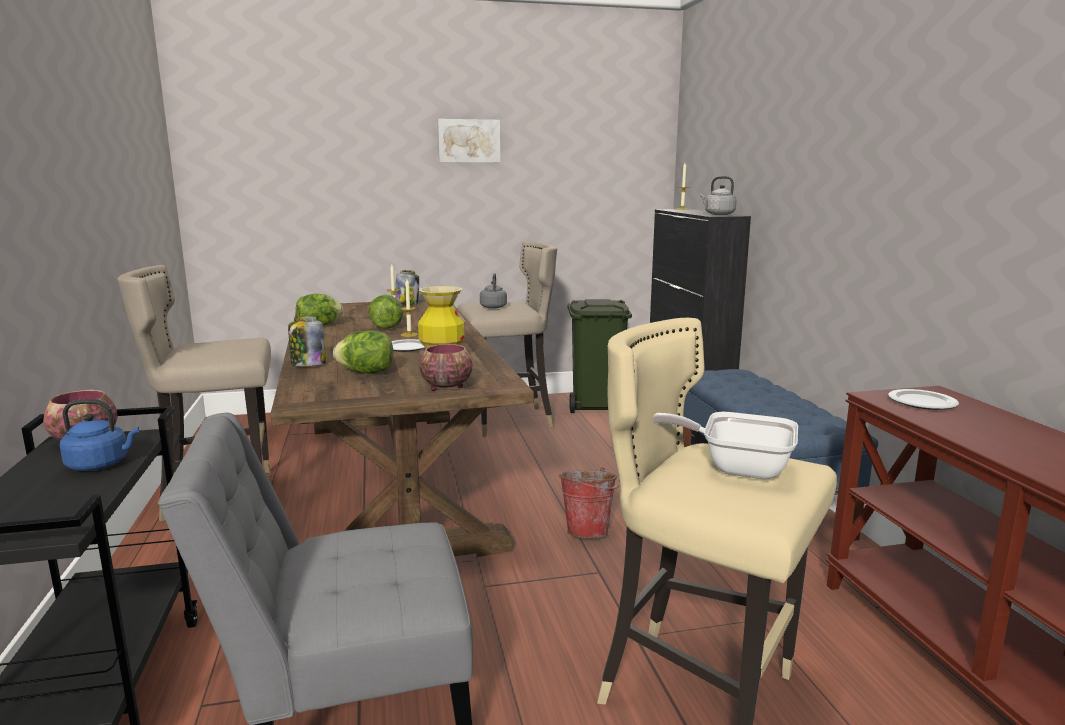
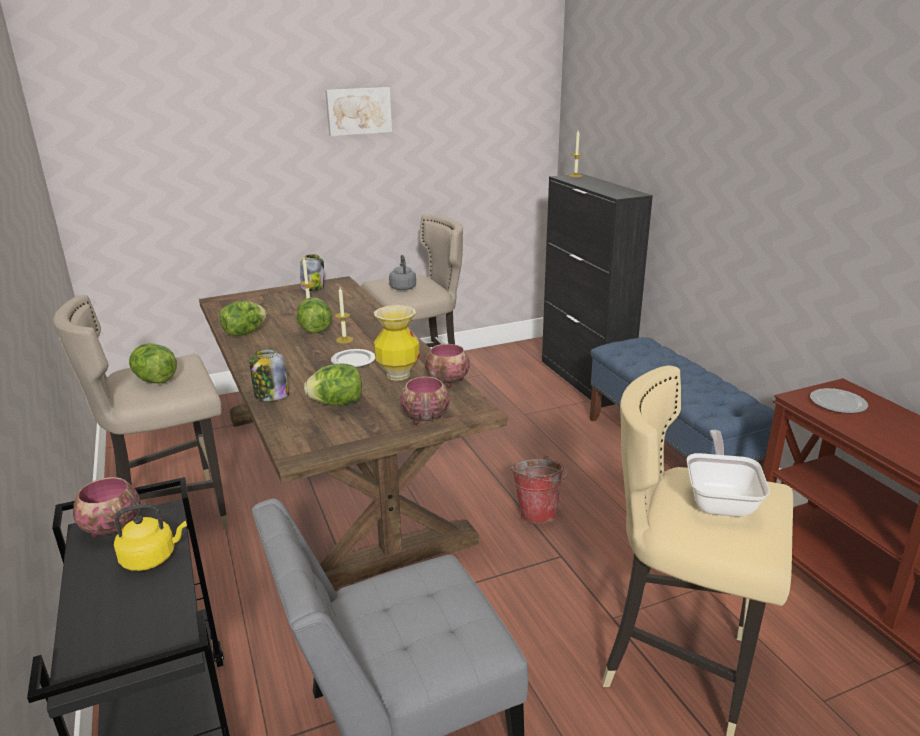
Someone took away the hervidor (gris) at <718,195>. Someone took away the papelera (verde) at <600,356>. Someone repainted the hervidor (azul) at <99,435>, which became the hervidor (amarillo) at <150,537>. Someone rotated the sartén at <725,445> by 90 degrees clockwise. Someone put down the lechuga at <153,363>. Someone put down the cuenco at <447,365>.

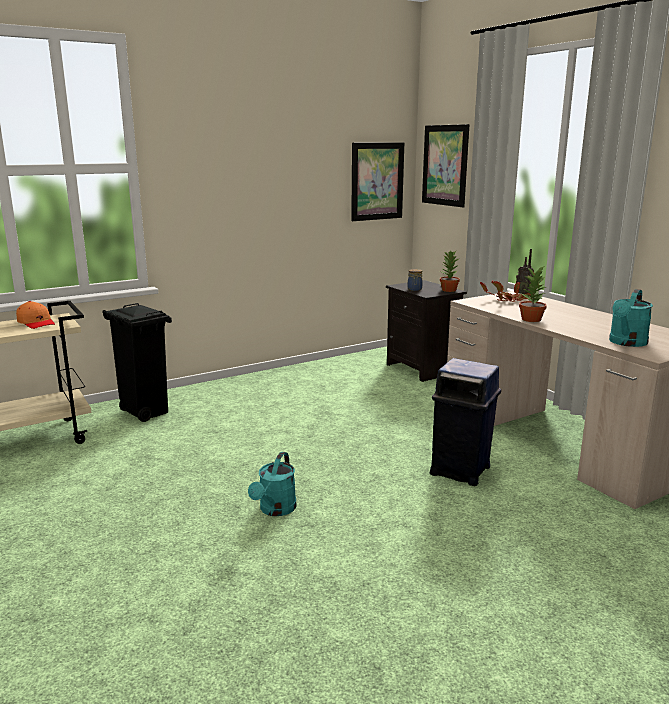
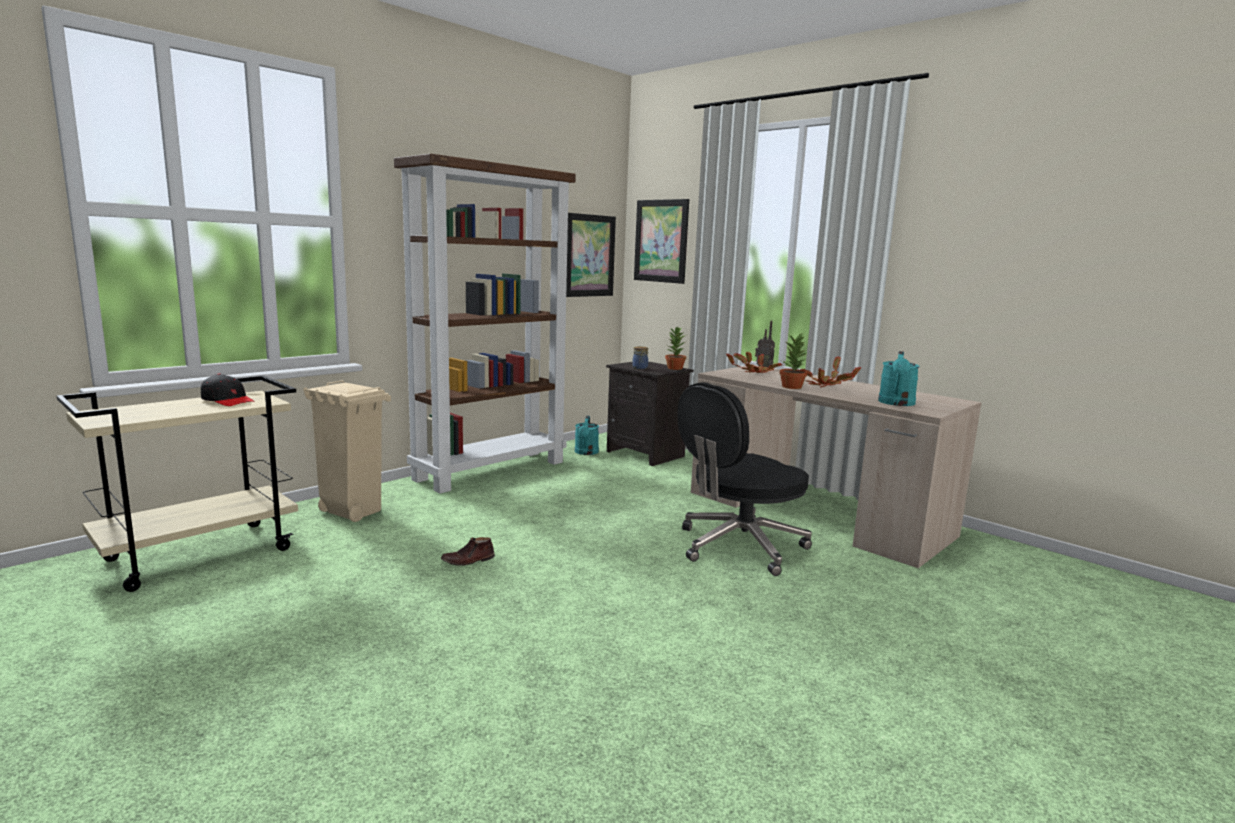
Someone repainted the gorra (naranja) at <35,315>, which became the gorra (negro) at <228,390>. Someone repainted the papelera (negro) at <137,362>, which became the papelera (beis) at <347,451>. Someone swapped the papelera (azul) at <465,422> for the silla de oficina (negro) at <745,479>. Someone carried the regadera (turquesa) from <272,484> to <587,435>. Someone put down the estantería (marrón) at <485,324>. Someone put down the planta en maceta at <830,372>. Someone put down the zapato (marrón) at <468,551>.

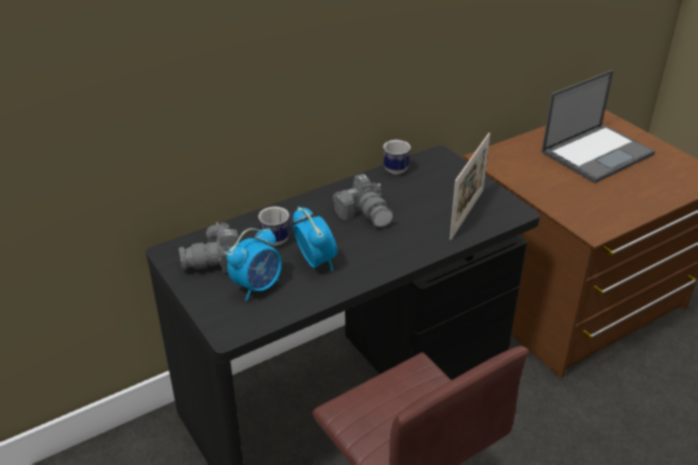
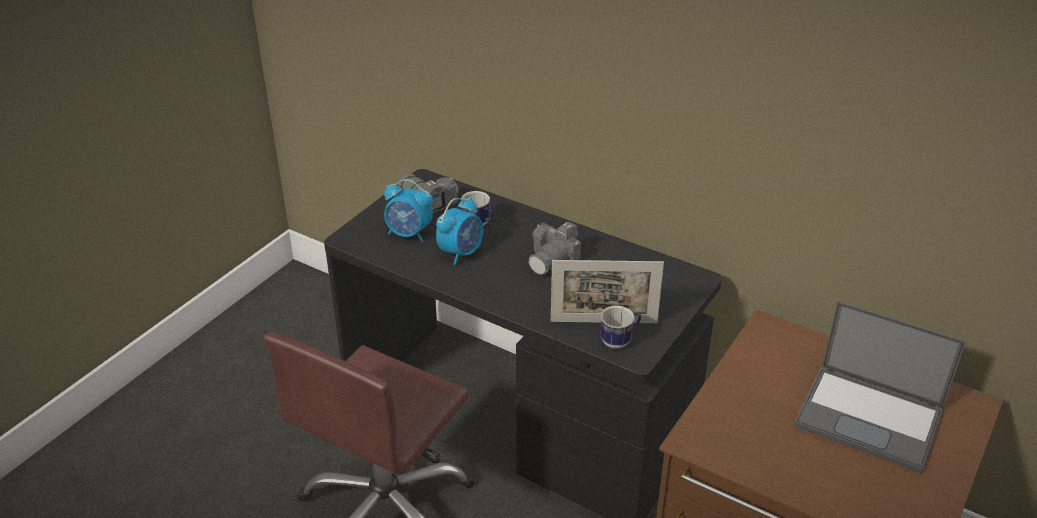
Someone carried the taza grande from <397,156> to <621,327>.

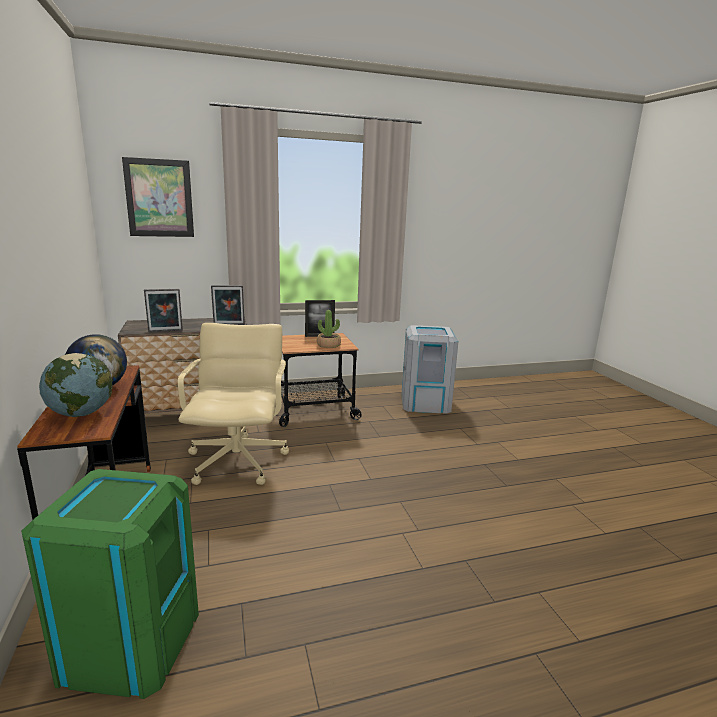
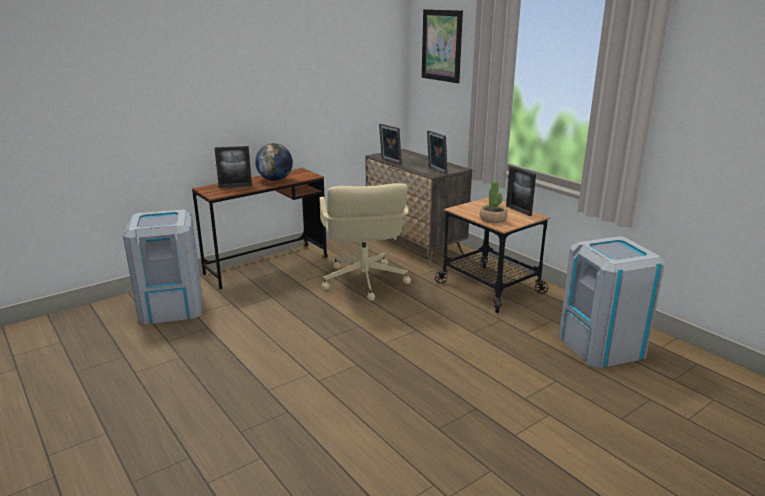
Someone rotated the silla de oficina (beis) at <233,404> by 105 degrees clockwise. Someone swapped the globo terráqueo at <76,385> for the portarretratos at <233,167>. Someone repainted the papelera (verde) at <110,584>, which became the papelera (gris) at <162,267>.

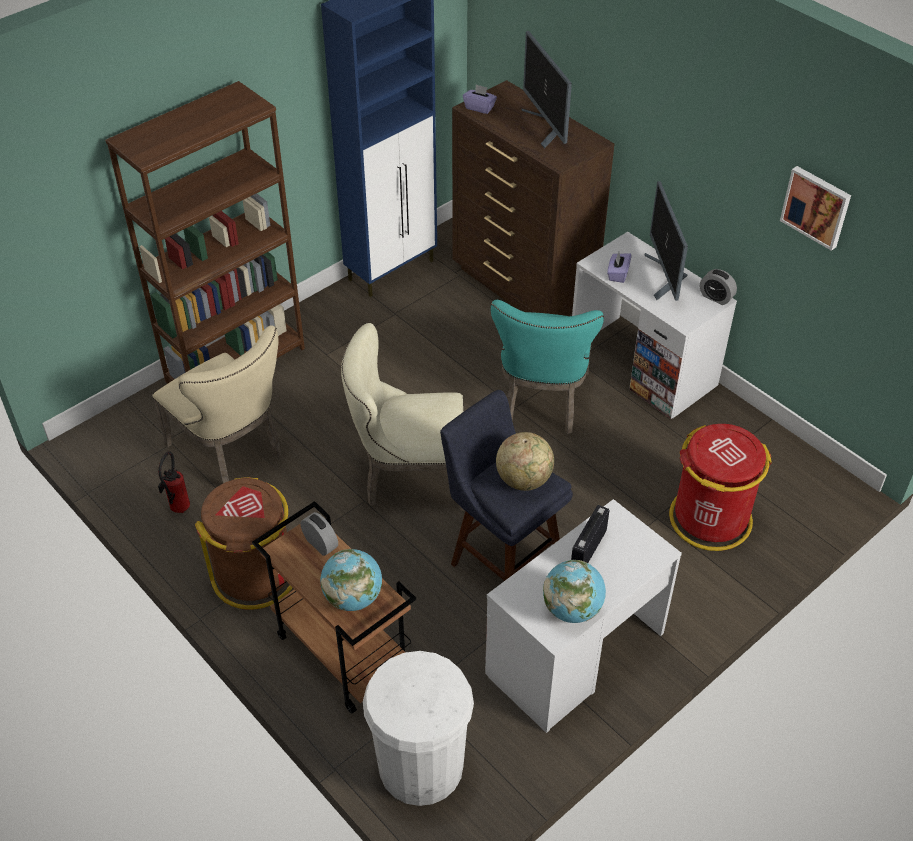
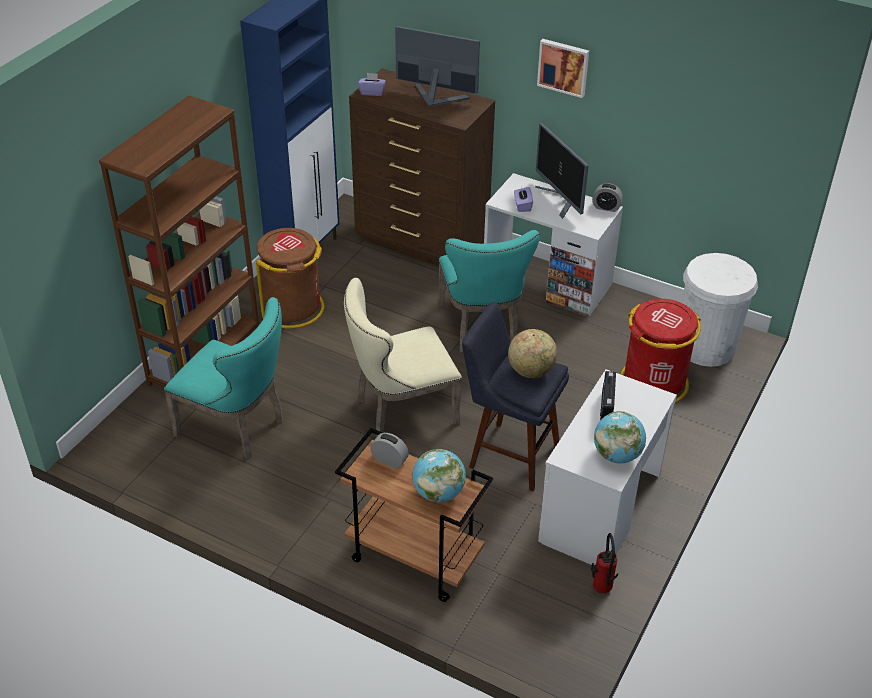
Someone rotated the monitor at <546,90> by 150 degrees clockwise. Someone carried the cuadro from <815,208> to <563,68>. Someone repainted the silla (beis) at <216,404>, which became the silla (turquesa) at <223,378>. Someone carried the extintor from <174,482> to <604,563>. Someone carried the papelera (marrón) from <244,543> to <290,278>. Someone carried the papelera (blanco) from <418,728> to <720,310>.

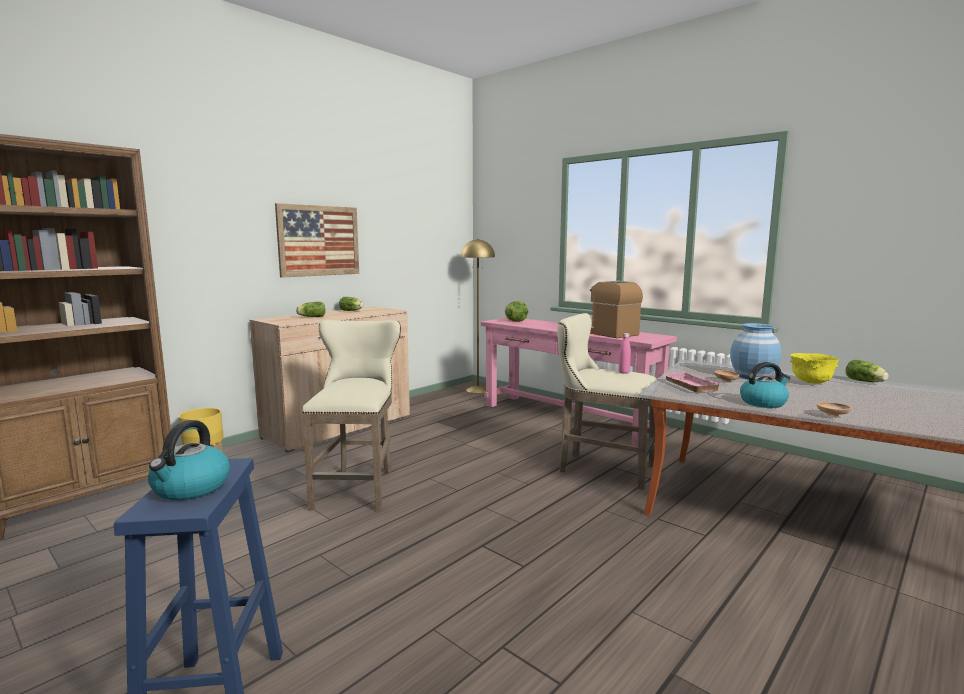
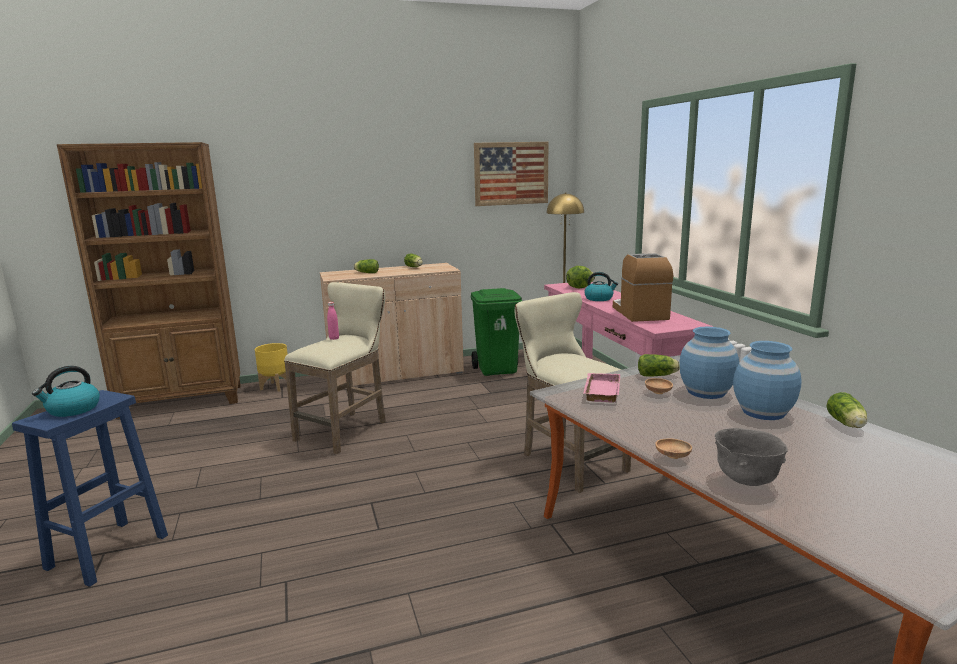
Someone carried the cuadro from <317,240> to <511,174>. Someone carried the botella (rosa) from <625,353> to <333,321>. Someone swapped the cuenco (amarillo) at <814,368> for the florero (azul) at <767,380>. Someone carried the hervidor from <765,385> to <601,286>. Someone put down the papelera (verde) at <497,332>. Someone put down the lechuga at <659,365>. Someone put down the cuenco (gris) at <751,457>.

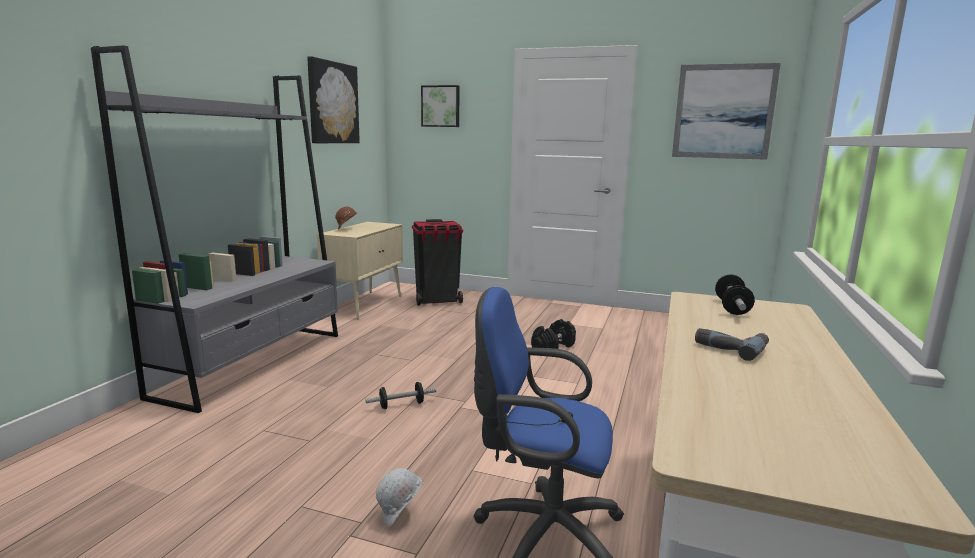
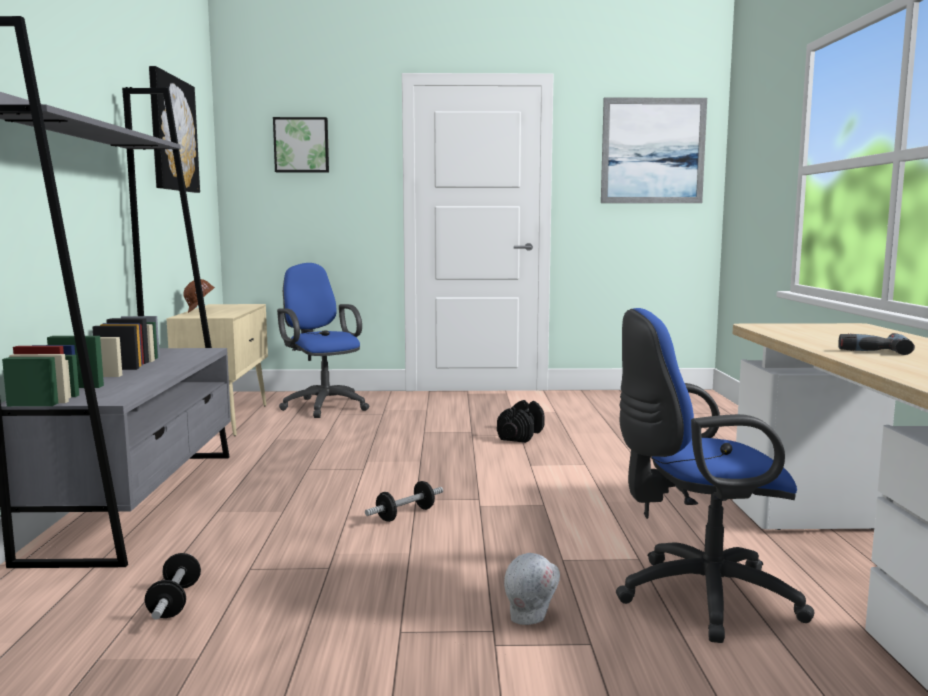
Someone swapped the papelera (negro) at <437,262> for the silla de oficina (azul) at <323,340>. Someone carried the mancuerna from <735,294> to <173,586>.

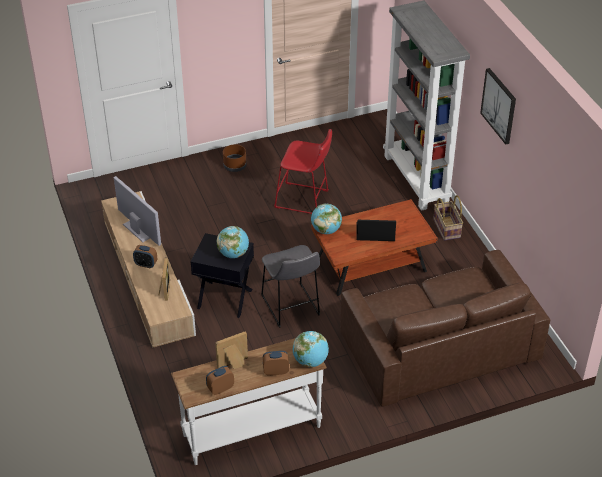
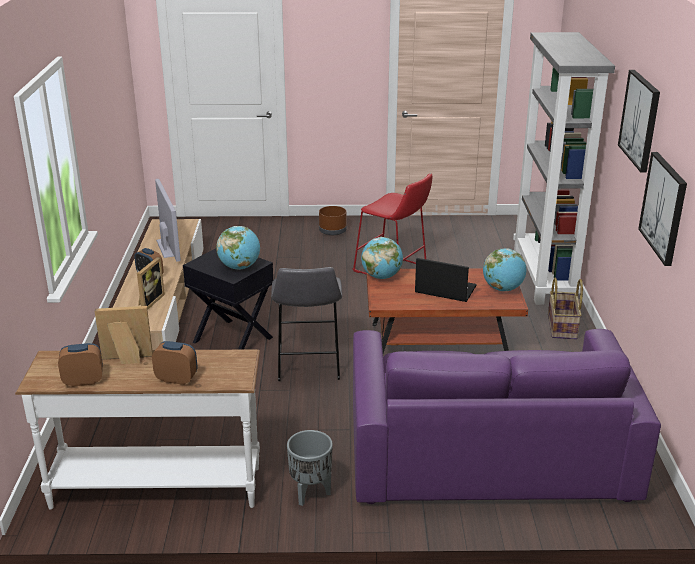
Someone repainted the sofá (marrón) at <445,328>, which became the sofá (morado) at <507,416>. Someone carried the globo terráqueo from <311,349> to <504,269>. Someone put up the cuadro at <662,209>. Someone put down the maceta (gris) at <310,468>.

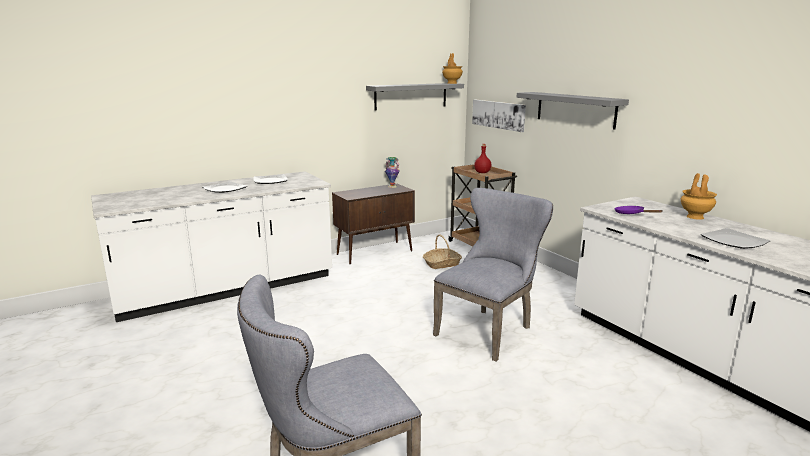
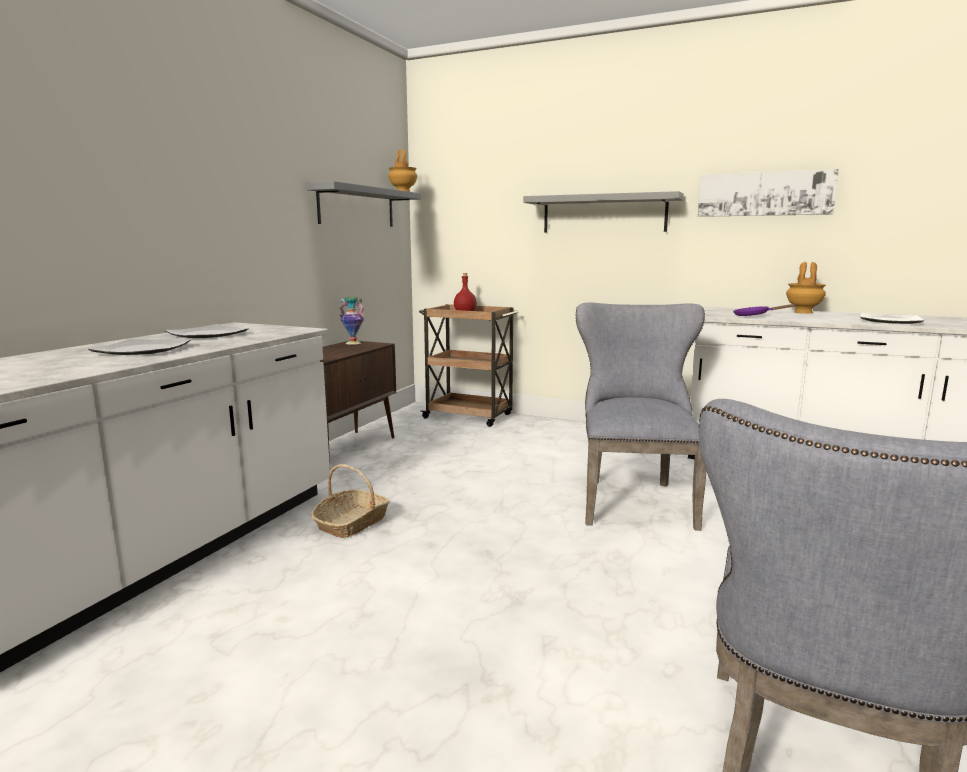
Someone carried the cuadro from <499,116> to <768,193>. Someone carried the cesta from <442,252> to <350,501>.

